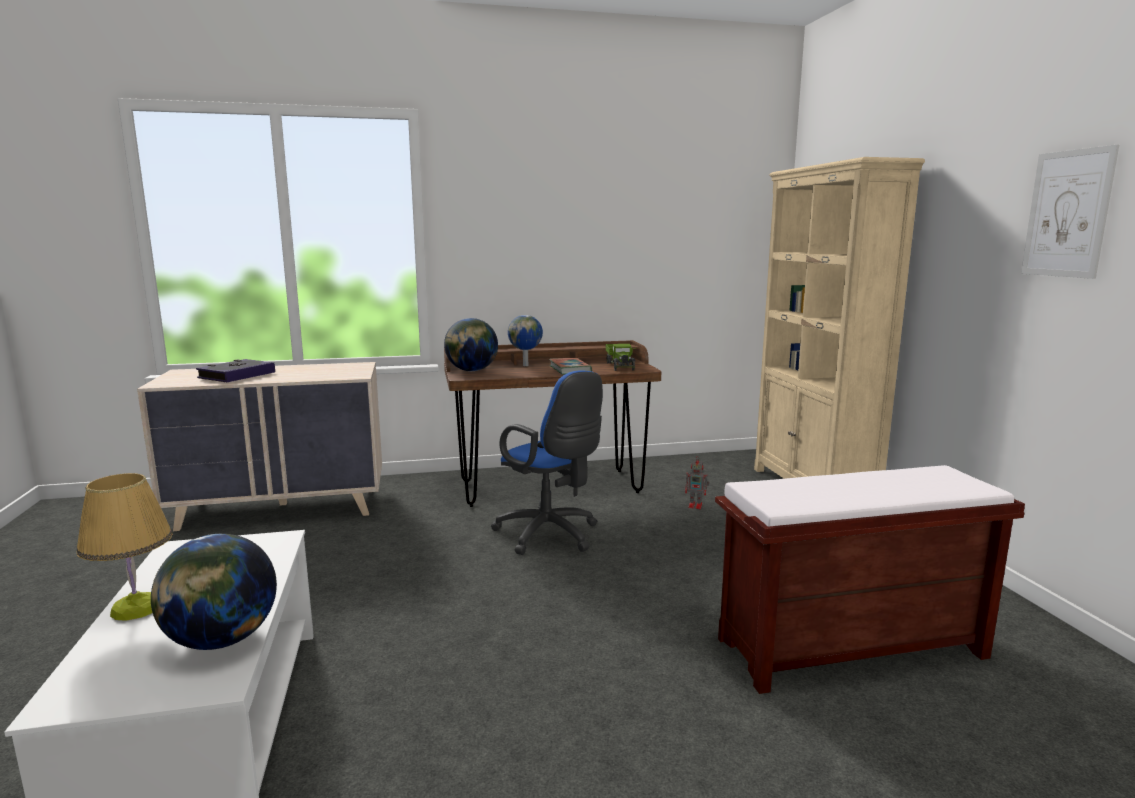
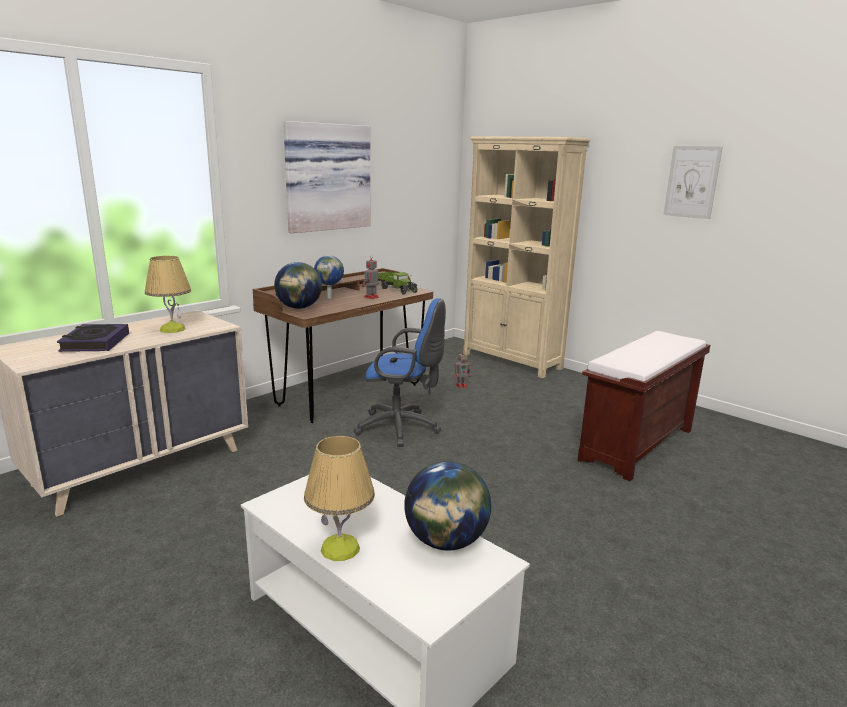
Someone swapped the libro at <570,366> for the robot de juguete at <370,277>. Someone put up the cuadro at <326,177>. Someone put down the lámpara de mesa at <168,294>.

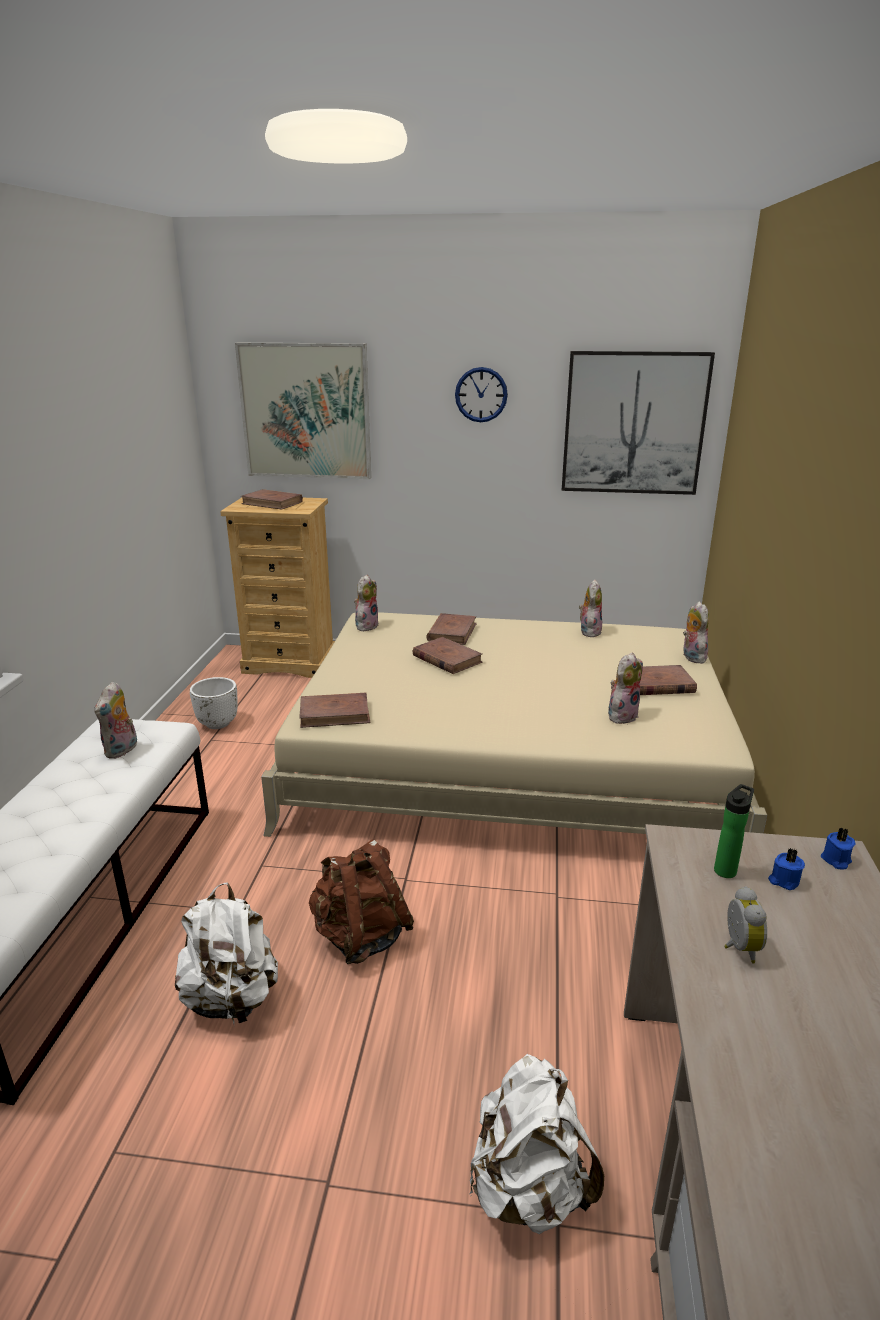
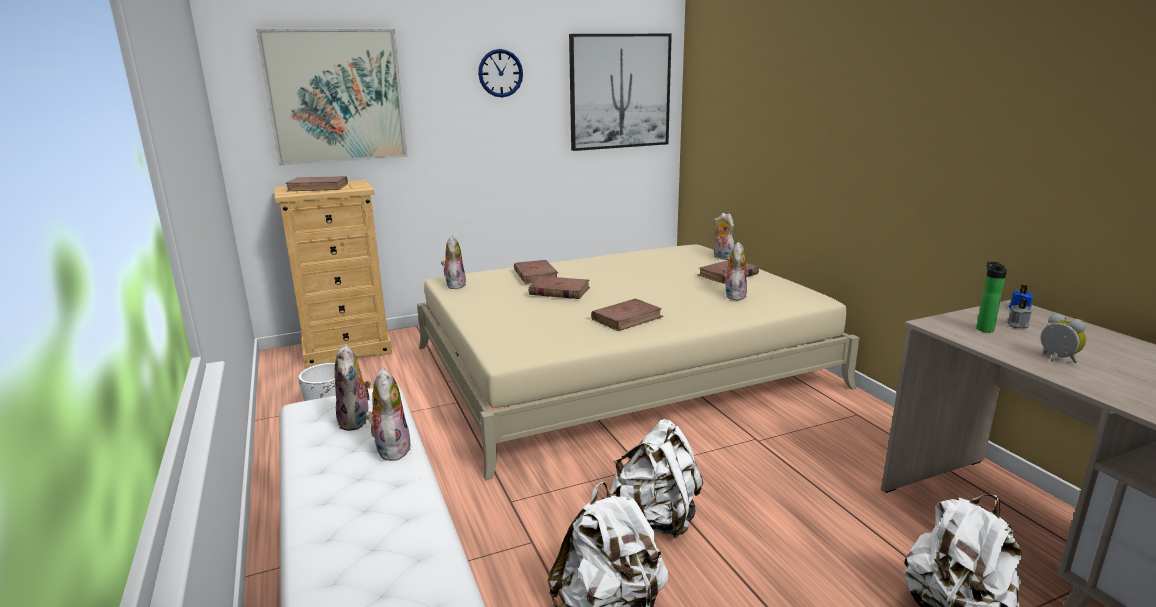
Someone carried the peluche from <590,608> to <388,414>. Someone carried the libro (marrón) from <334,710> to <627,315>. Someone repainted the mochila (marrón) at <361,902>, which became the mochila (blanco) at <656,478>. Someone repainted the vela (azul) at <786,869>, which became the vela (gris) at <1020,313>.

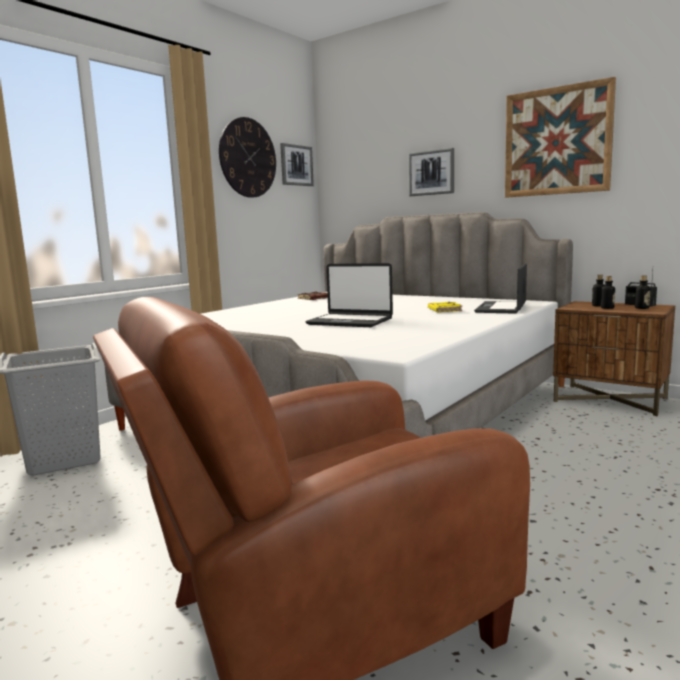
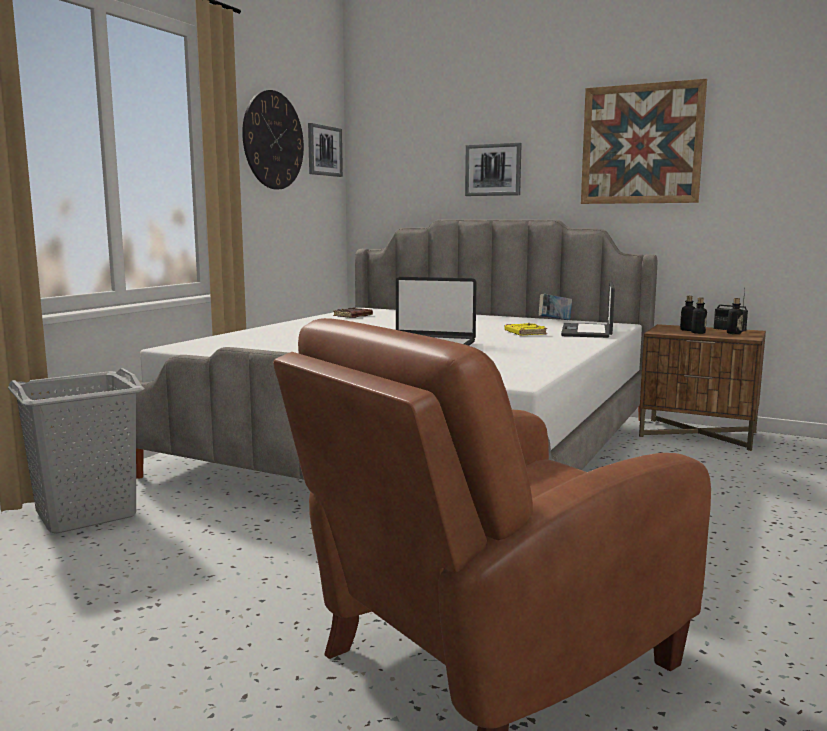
Someone put down the libro at <555,307>.

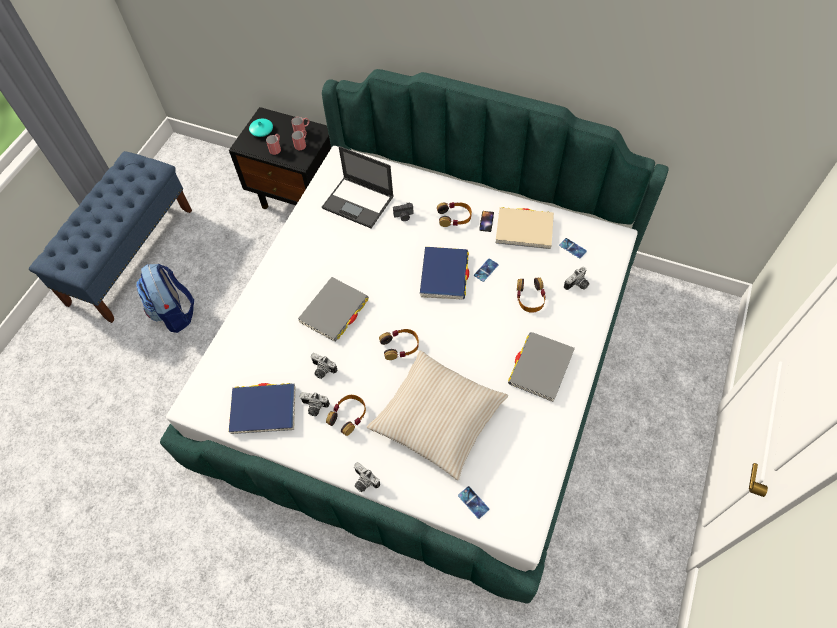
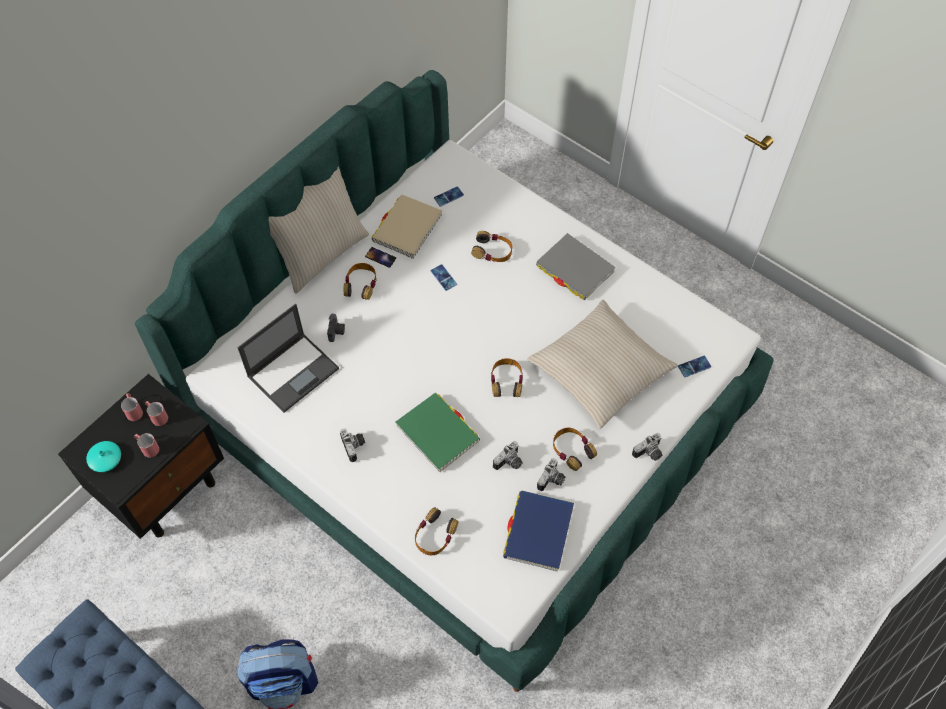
Someone took away the libro (azul) at <444,273>. Someone carried the cámara from <576,278> to <352,445>. Someone repainted the libro (gris) at <333,309>, which became the libro (verde) at <438,432>. Someone put down the cojín (beis) at <319,230>. Someone put down the auriculares at <436,531>.

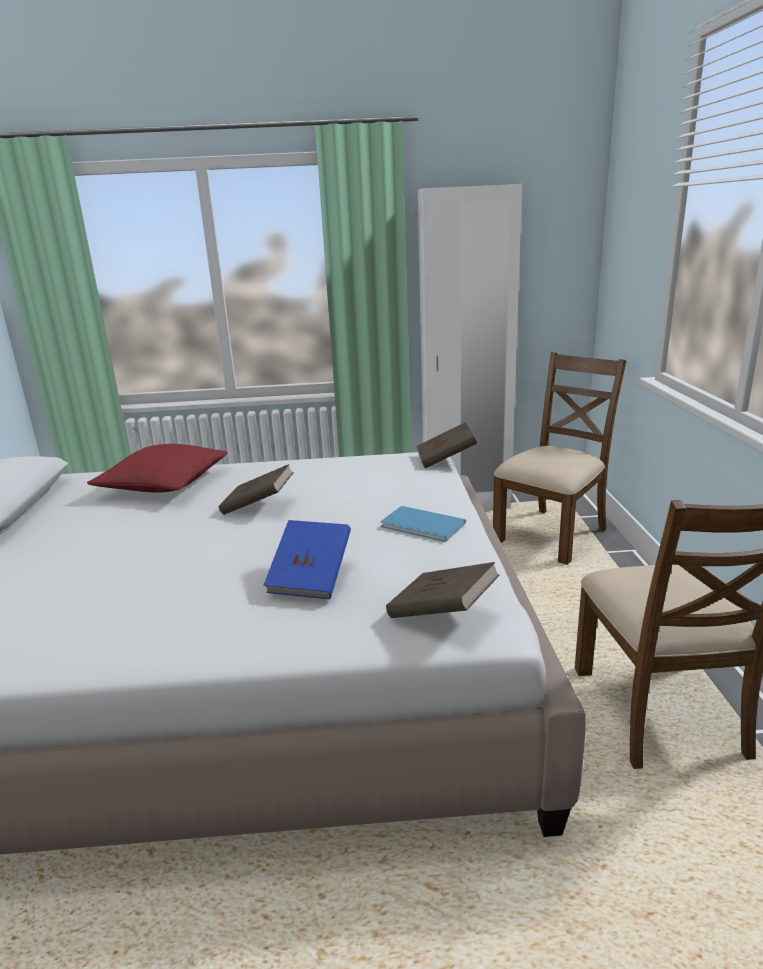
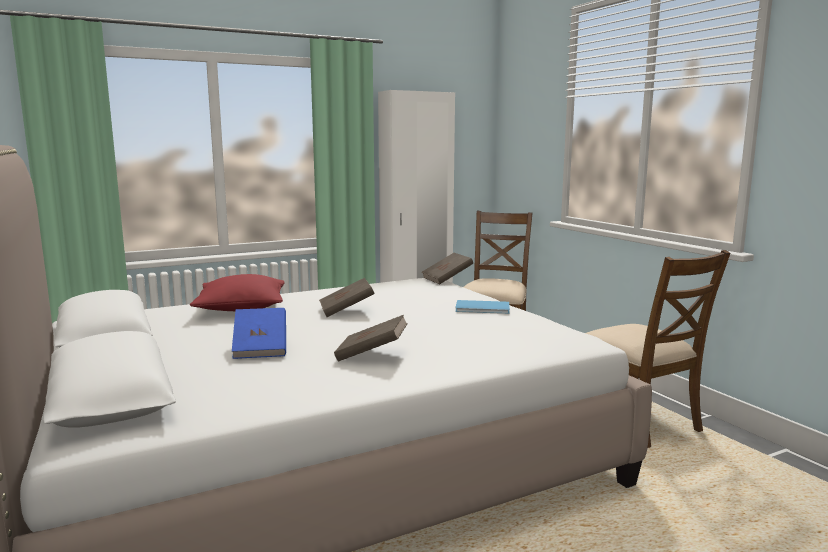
Someone carried the libro (azul) from <307,559> to <259,333>. Someone carried the libro (marrón) from <443,590> to <371,338>.

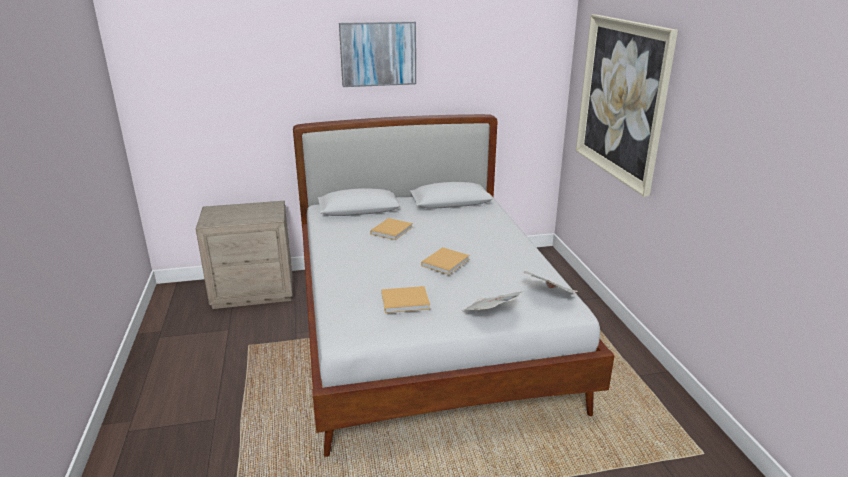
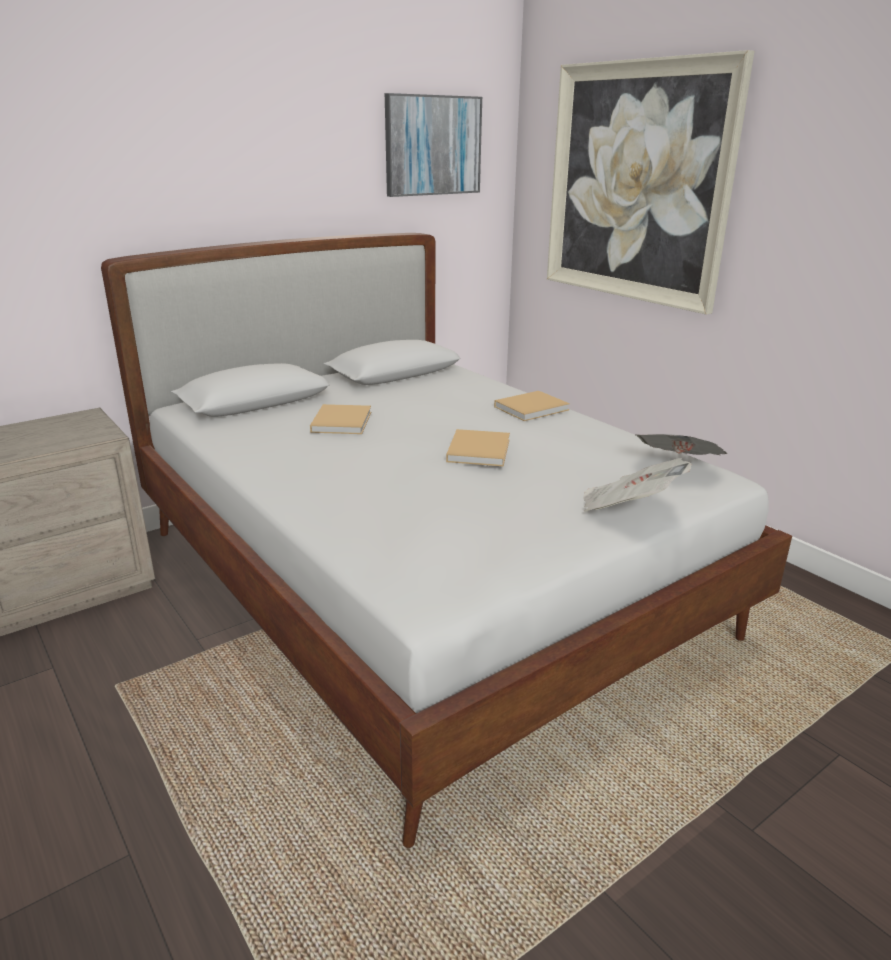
Someone carried the cuadro from <377,54> to <433,145>. Someone carried the libro (beis) from <405,299> to <532,406>.

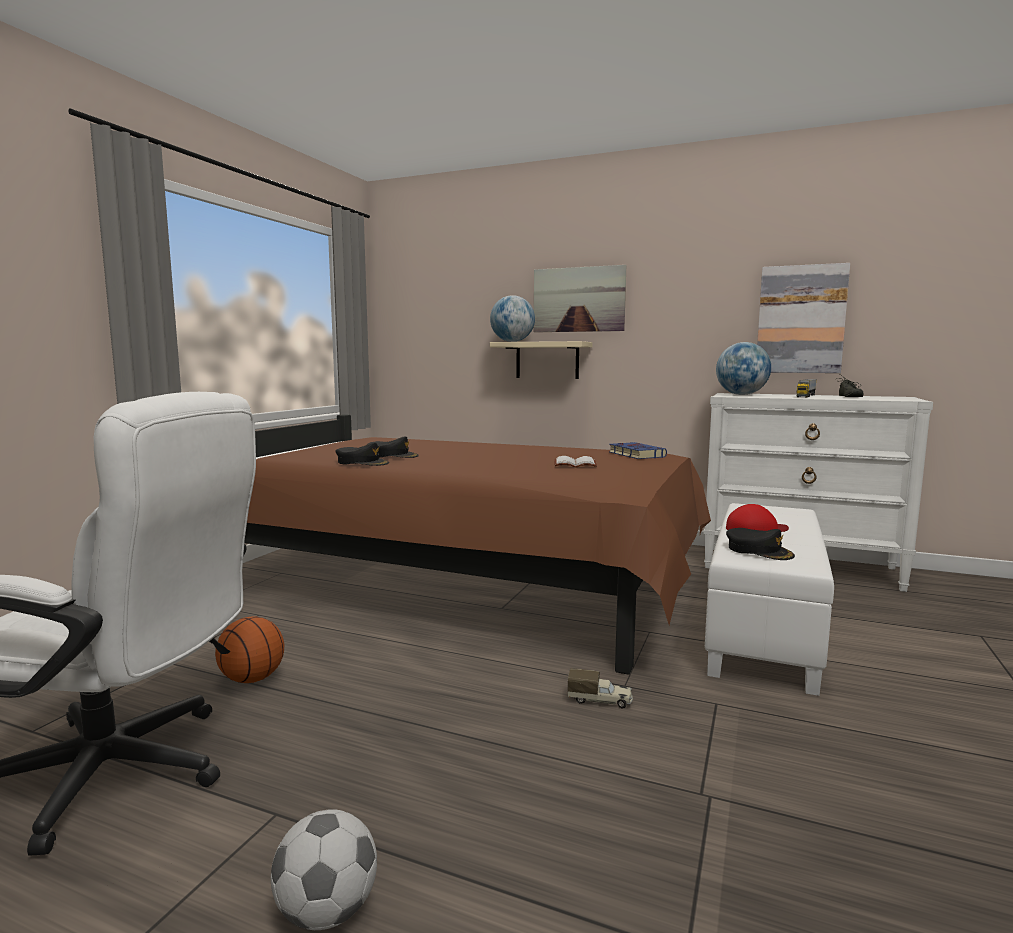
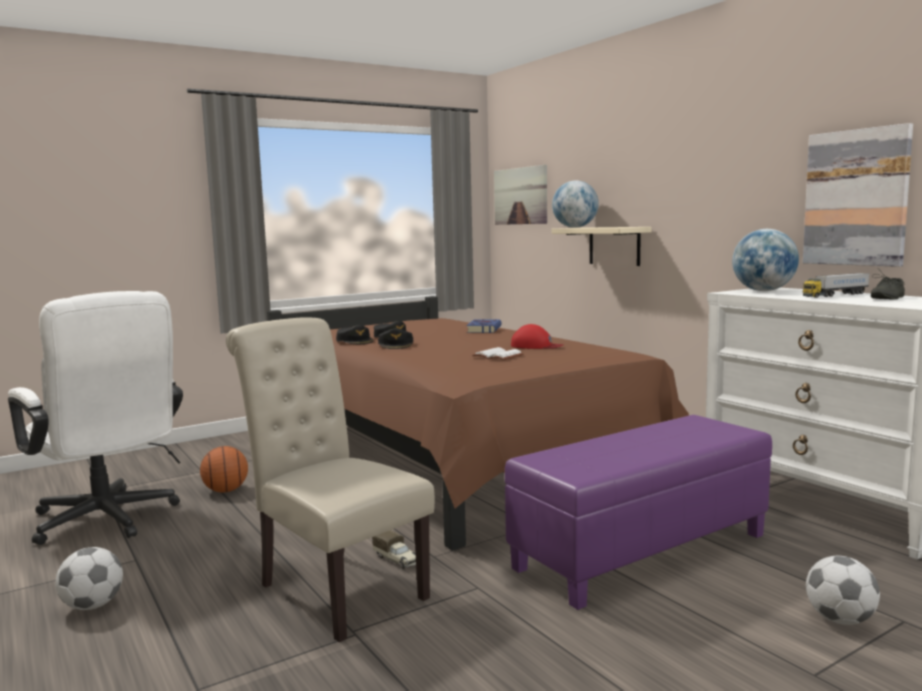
Someone carried the cuadro from <580,298> to <520,195>. Someone carried the libro (azul) from <638,450> to <484,326>. Someone repainted the puf (blanco) at <769,599>, which became the puf (morado) at <638,512>. Someone carried the gorra (rojo) from <757,518> to <537,336>. Someone carried the gorra (negro) from <760,544> to <395,338>. Someone put down the silla (beis) at <330,479>. Someone put down the balón de fútbol at <843,590>.

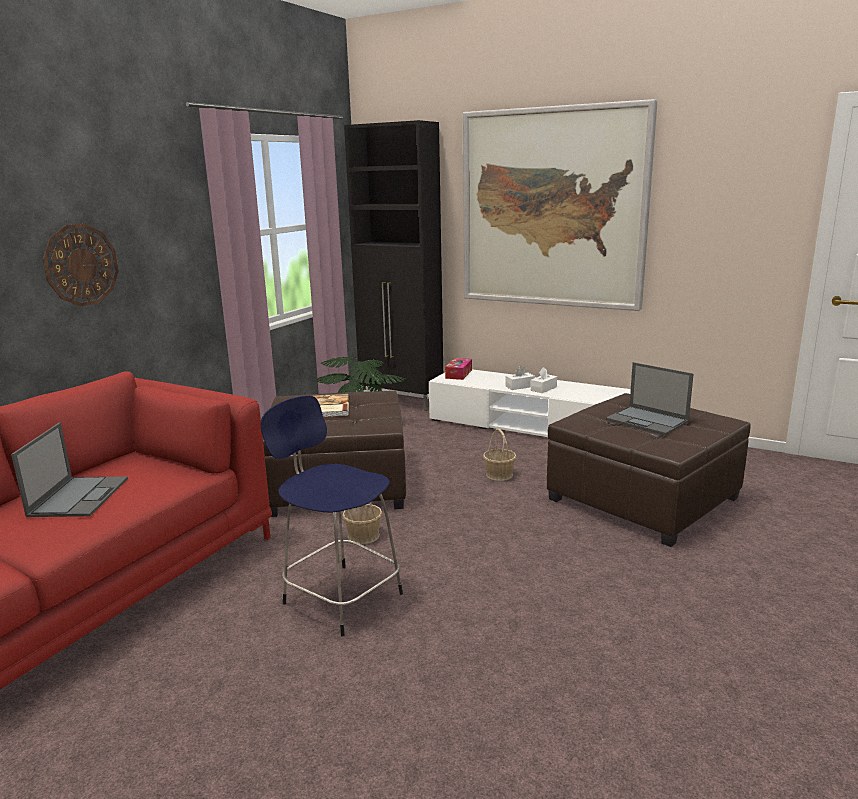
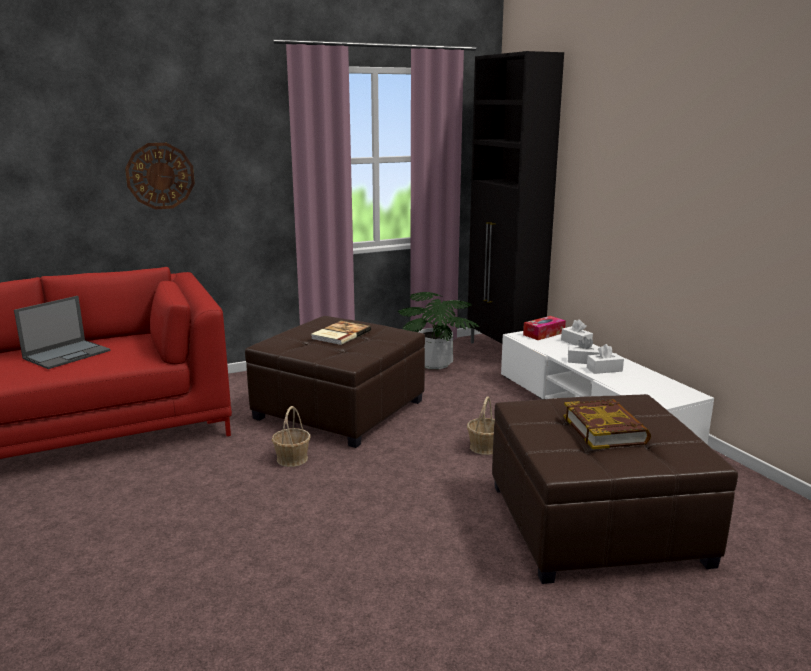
Someone took away the cuadro at <560,205>. Someone swapped the portátil at <650,398> for the libro at <607,424>. Someone took away the taburete (azul) at <331,516>. Someone put down the caja de pañuelos (blanco) at <577,332>.

